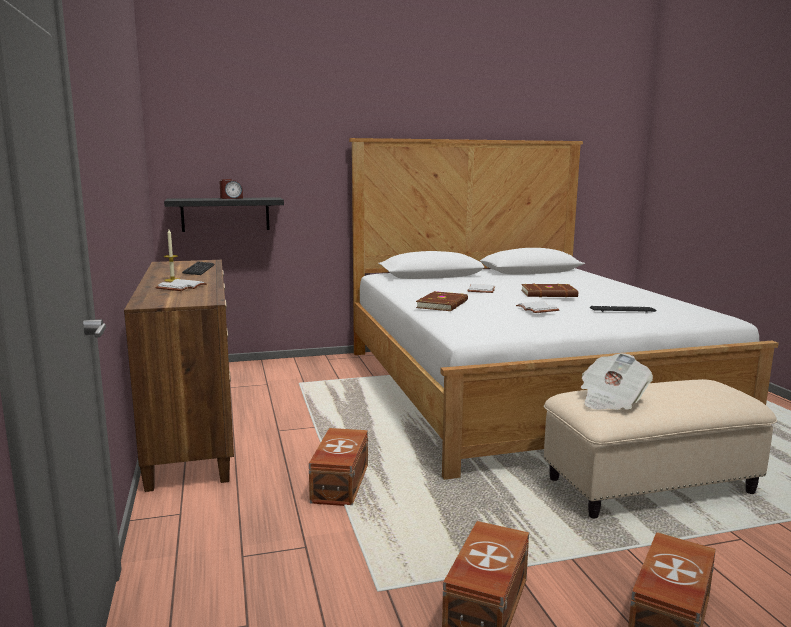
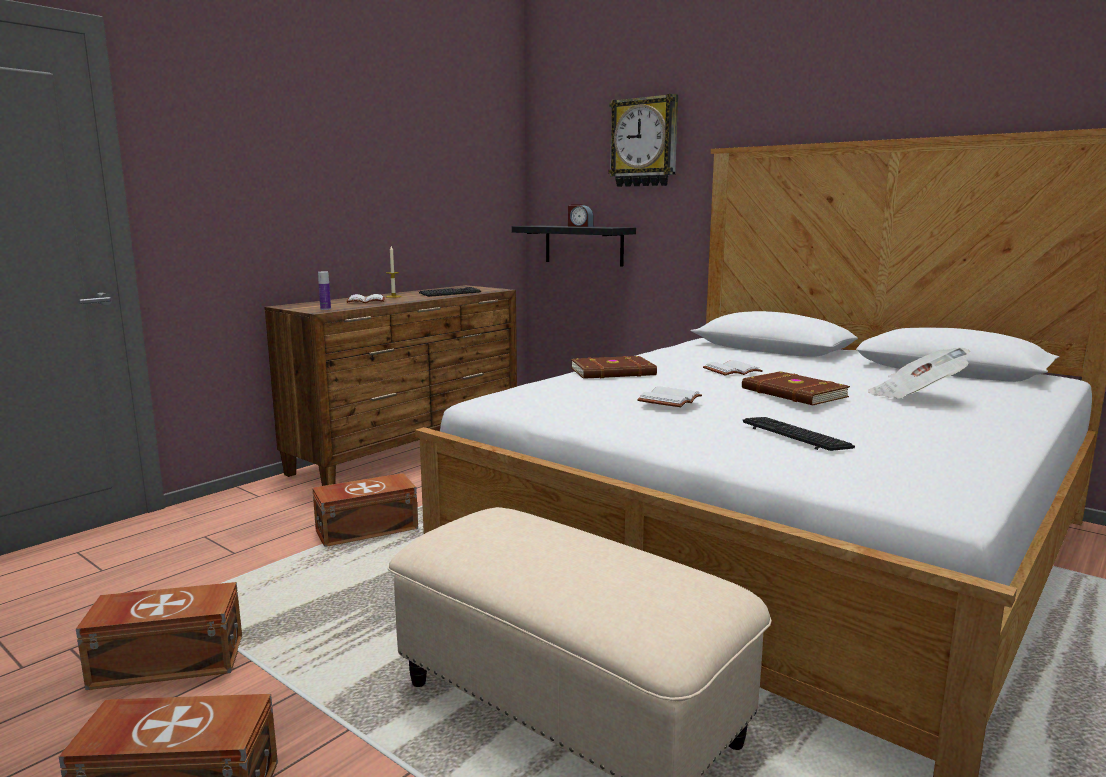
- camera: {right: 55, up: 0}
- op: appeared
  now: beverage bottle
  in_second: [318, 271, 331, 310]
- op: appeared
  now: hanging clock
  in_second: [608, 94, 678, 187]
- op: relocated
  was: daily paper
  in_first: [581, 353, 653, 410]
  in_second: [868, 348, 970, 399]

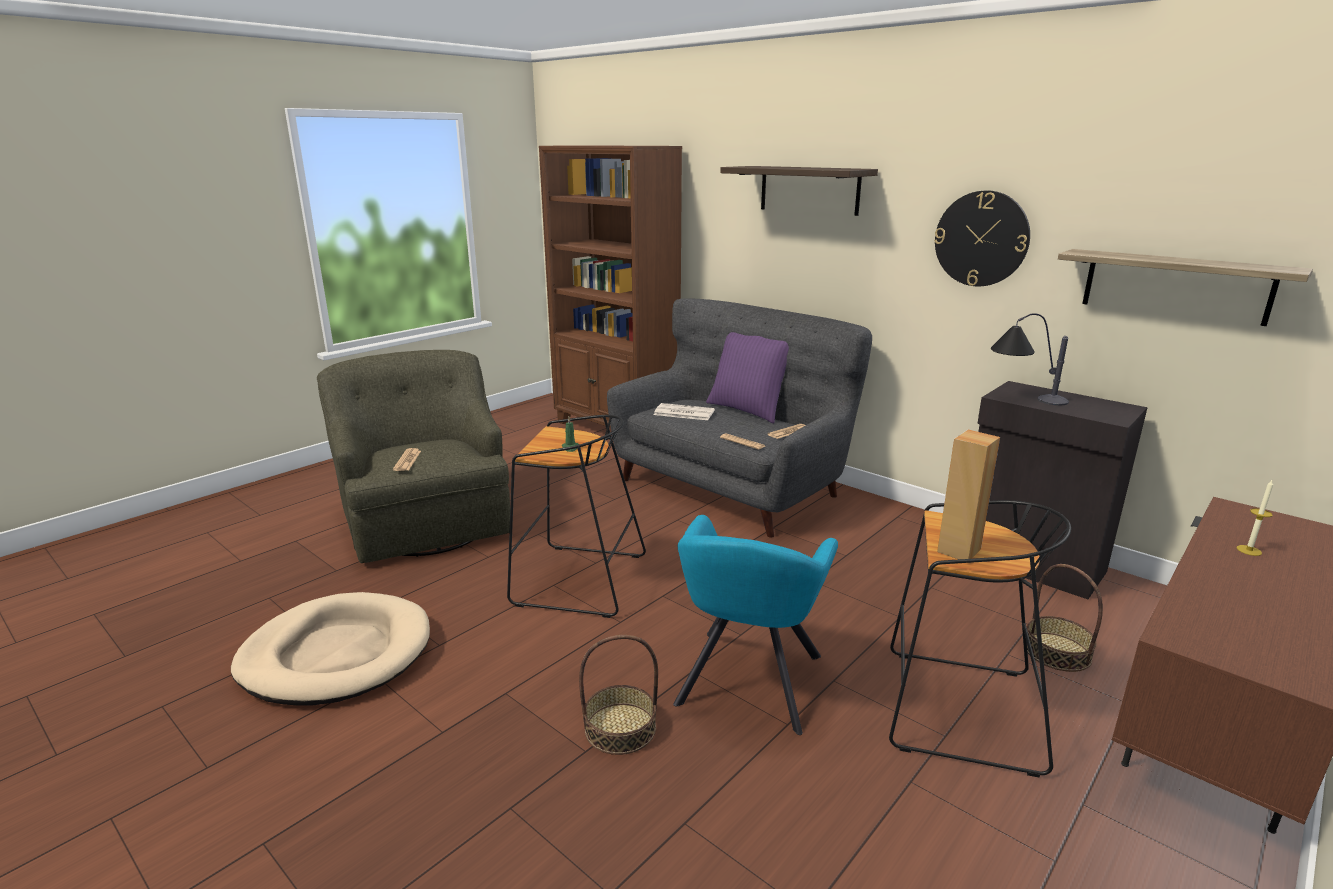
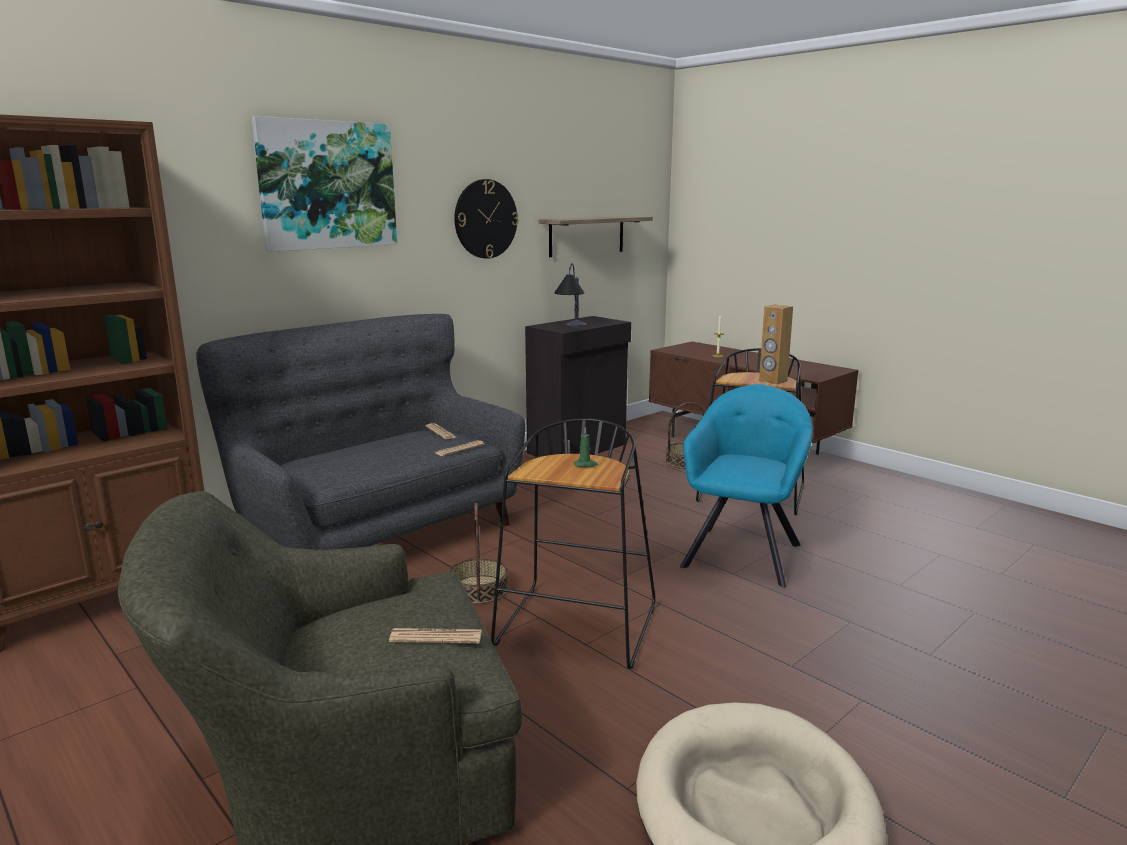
- camera: {right: -85, up: -5}
- op: exchanged
  was: bracket shelf
  now: wall art
  in_first: [720, 166, 878, 216]
  in_second: [251, 116, 397, 252]
- op: relocated
  was: household basket
  in_first: [579, 635, 658, 755]
  in_second: [449, 503, 508, 604]
- op: spun
  was: turquoise-coloured lounge chair
  in_first: [673, 515, 838, 735]
  in_second: [680, 384, 813, 588]
  clockwise: -90
- op: missing
  was: daily paper
  in_first: [654, 403, 715, 420]
- op: missing
  was: purple-coloured cushion
  in_first: [706, 332, 789, 423]

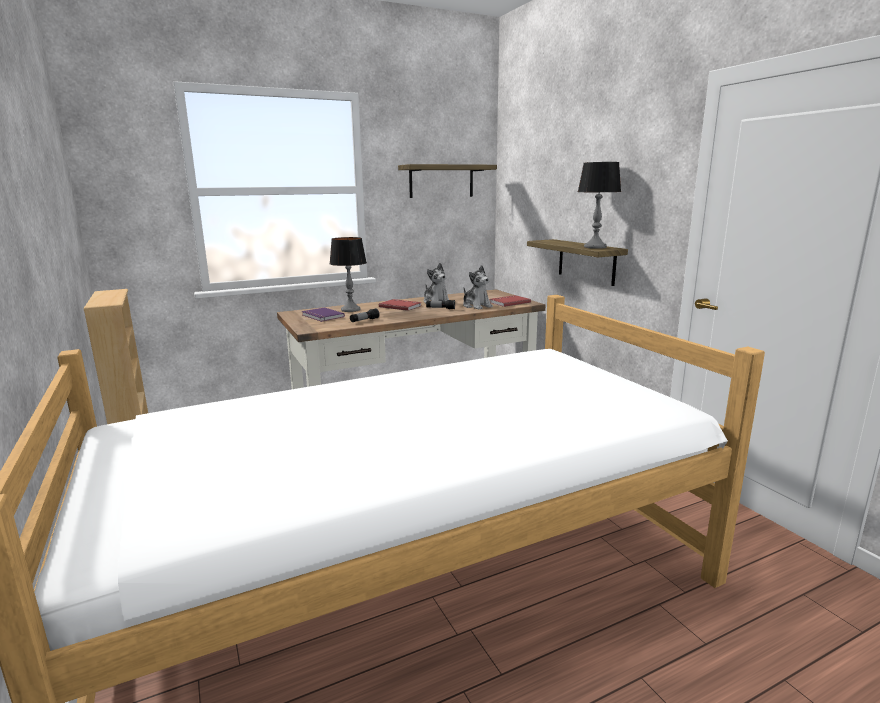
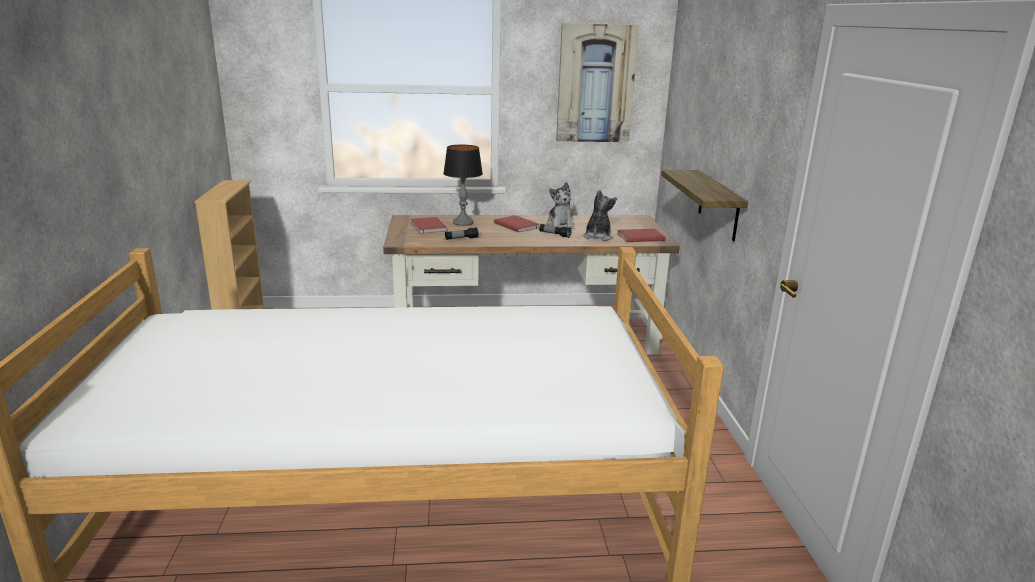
- camera: {right: 20, up: 5}
- op: colour
  was: purple-coloured bound book
  now: red bound book
  in_first: [302, 307, 345, 322]
  in_second: [411, 217, 447, 234]
- op: exchanged
  was: bracket shelf
  now: wall art
  in_first: [398, 164, 497, 198]
  in_second: [556, 23, 639, 142]
- op: spun
  was: cuddly toy
  in_first: [463, 265, 493, 309]
  in_second: [583, 189, 617, 241]
  clockwise: -150
- op: missing
  was: lamp for a table
  in_first: [578, 162, 621, 249]

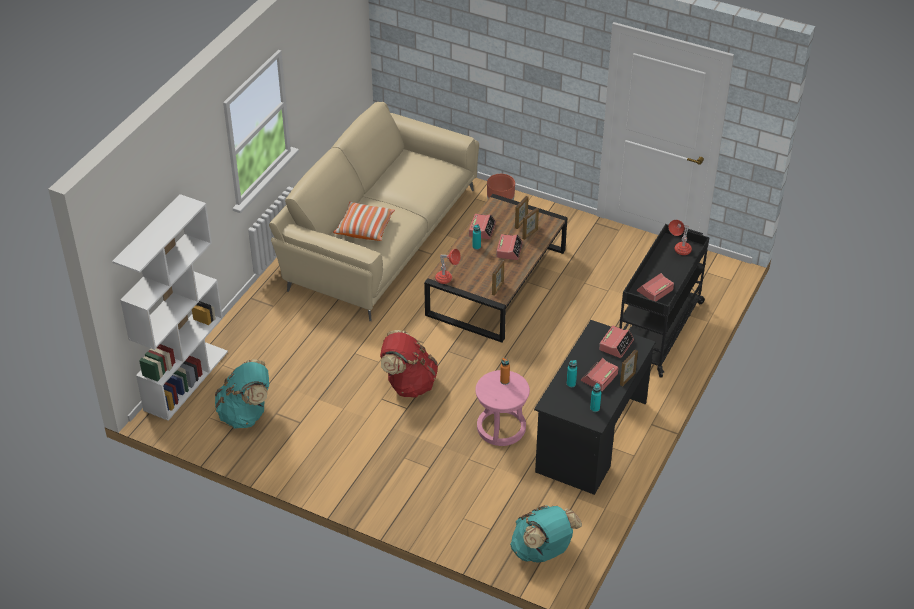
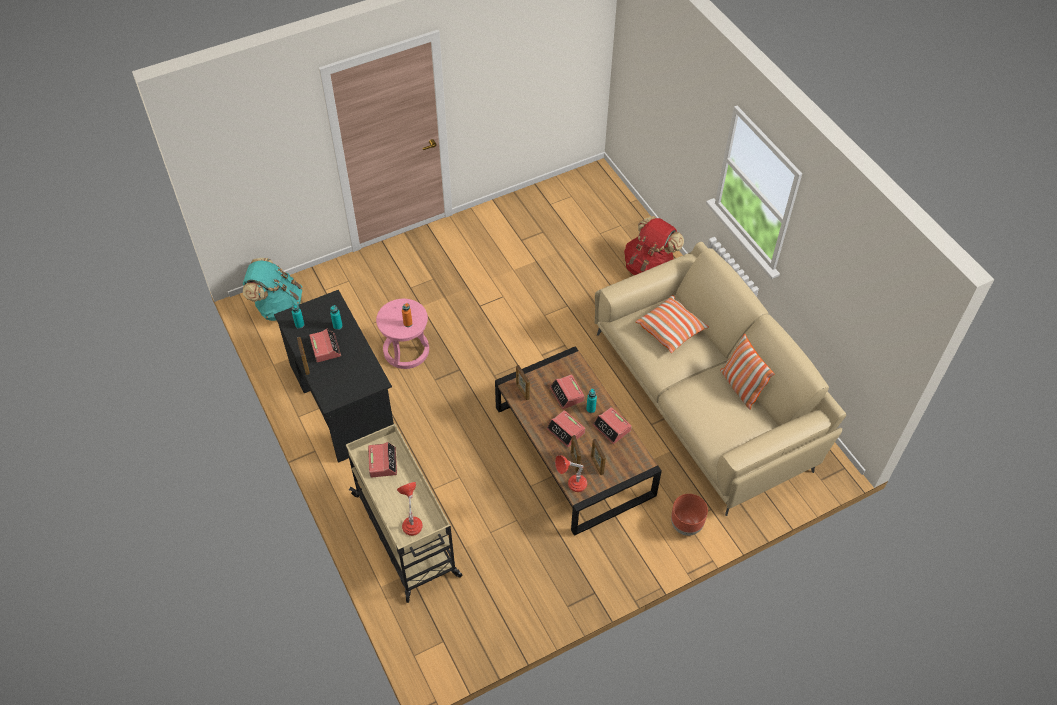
- camera: {right: 125, up: 10}
- op: colour
  was: black-coloured wheeled cart
  now: beige wheeled cart
  in_first: [619, 224, 709, 378]
  in_second: [346, 424, 462, 603]
- op: relocated
  was: bedside clock
  in_first: [599, 326, 634, 358]
  in_second: [550, 375, 585, 409]
- op: relocated
  was: red lamp for a table
  in_first: [435, 249, 461, 284]
  in_second: [555, 455, 587, 492]
- op: relocated
  was: red knapsack
  in_first: [380, 330, 438, 398]
  in_second: [624, 216, 684, 275]
- op: appeared
  now: cushion
  in_second: [720, 334, 774, 410]
- op: missing
  was: whitish bookshelf
  in_first: [112, 194, 228, 421]
- op: missing
  was: turquoise-coloured knapsack
  in_first: [215, 359, 269, 429]

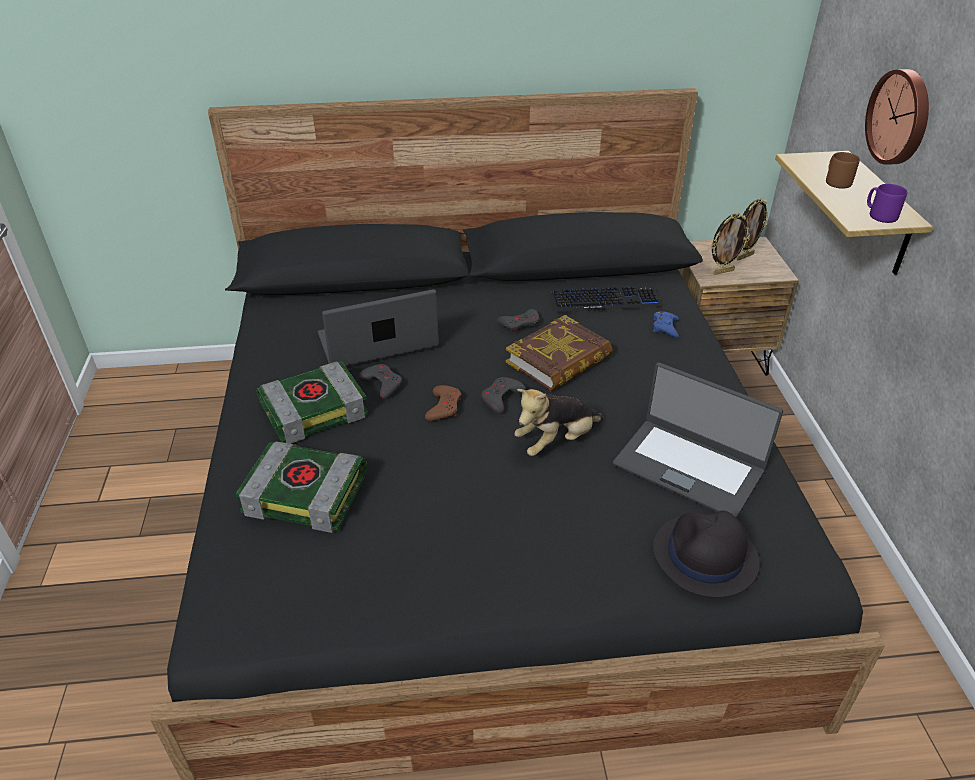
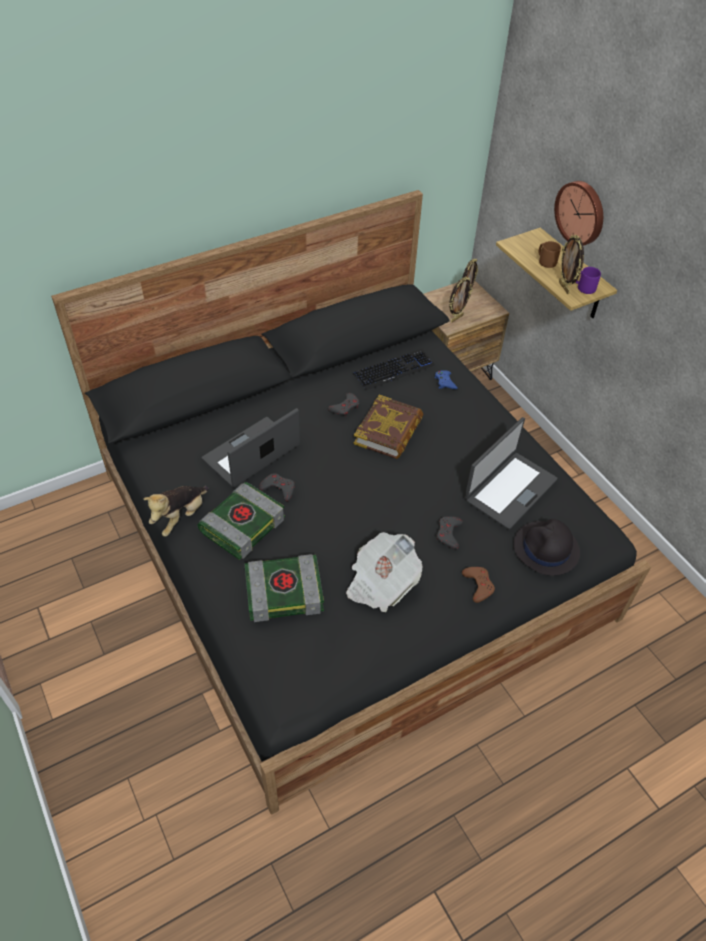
- camera: {right: -25, up: 10}
- op: relocated
  was: cuddly toy
  in_first: [515, 389, 604, 456]
  in_second: [143, 486, 209, 537]
- op: appeared
  now: daily paper
  in_second: [346, 532, 422, 612]
- op: relocated
  was: grey gamepad
  in_first: [481, 377, 526, 414]
  in_second: [437, 516, 463, 549]
- op: relocated
  was: brownish gamepad
  in_first: [425, 385, 461, 421]
  in_second: [462, 567, 495, 603]
- op: spun
  was: laptop
  in_first: [613, 362, 783, 518]
  in_second: [465, 417, 558, 530]
  clockwise: -60
- op: appeared
  now: picture frame
  in_second: [559, 235, 584, 294]

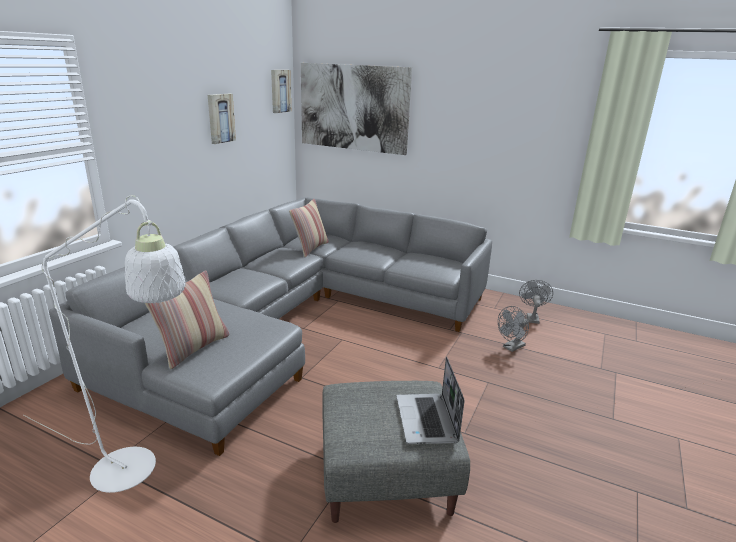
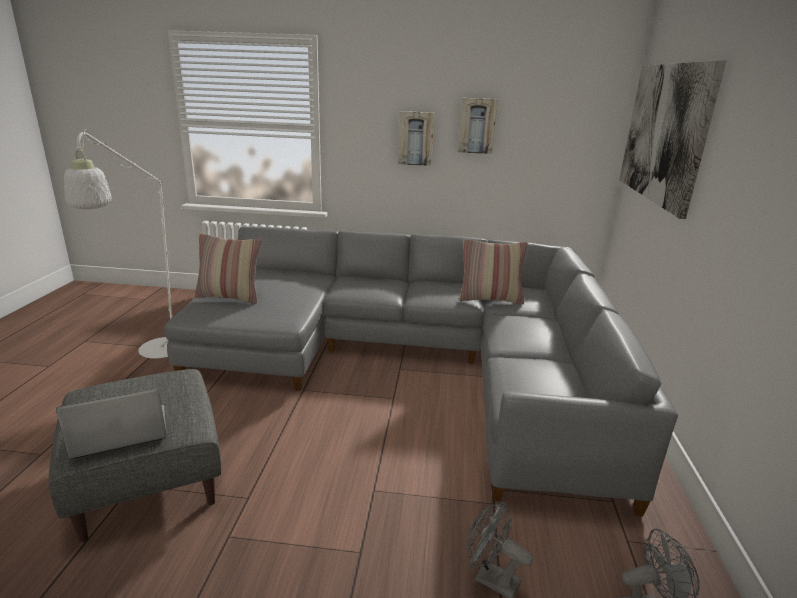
- camera: {right: 70, up: 0}
- op: relocated
  was: wall art
  in_first: [271, 70, 291, 113]
  in_second: [398, 111, 434, 166]

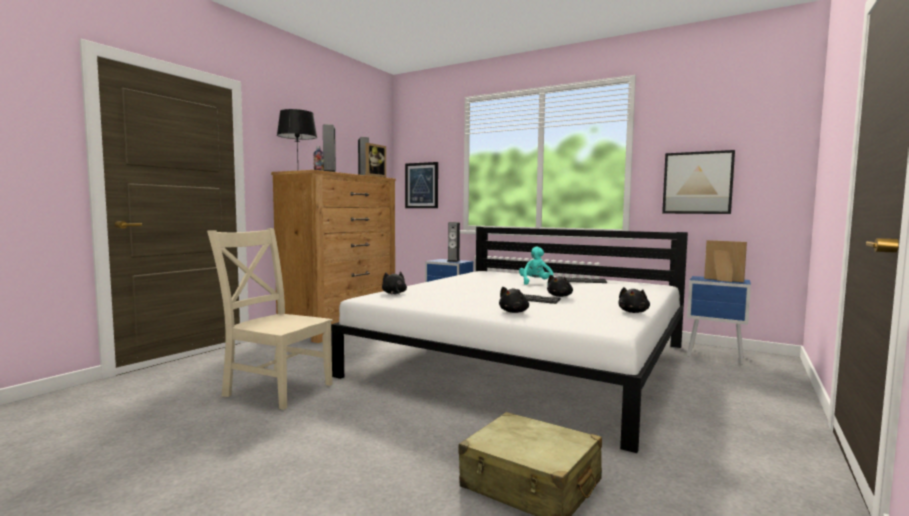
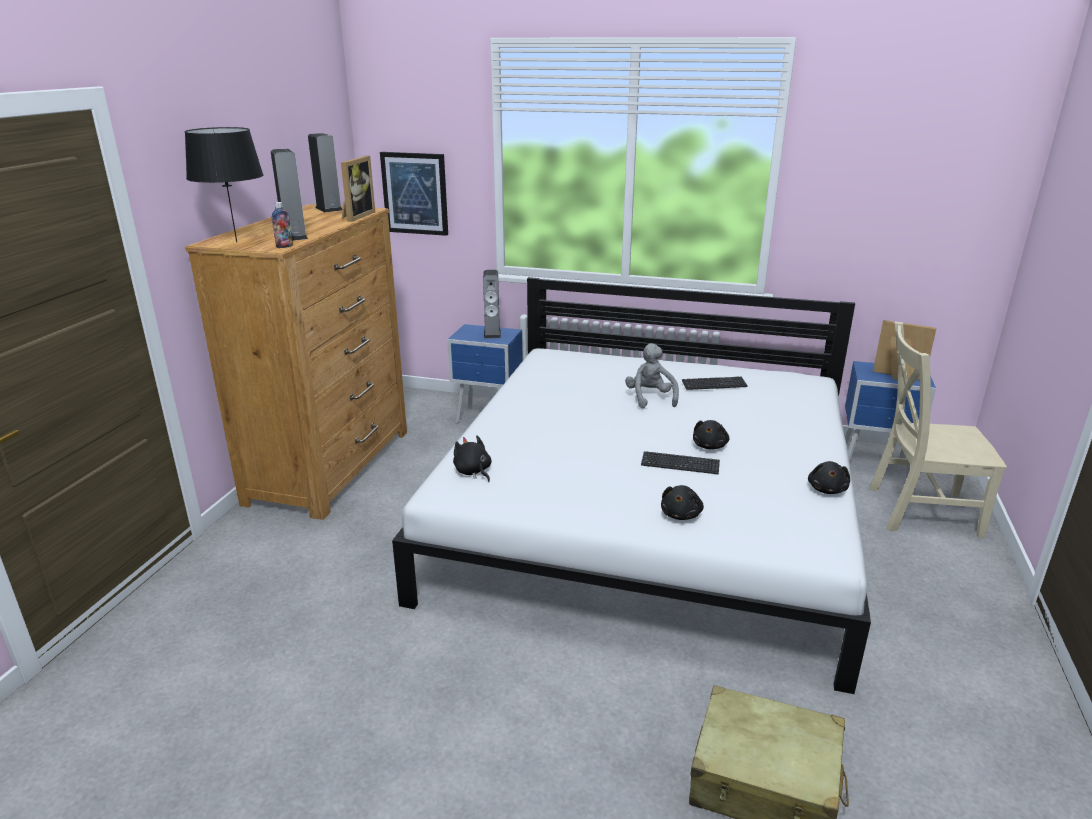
- camera: {right: -15, up: 20}
- op: colour
  was: turquoise-coloured cuddly toy
  now: grey cuddly toy
  in_first: [519, 246, 553, 285]
  in_second: [625, 343, 679, 408]
- op: relocated
  was: beige chair
  in_first: [207, 228, 333, 410]
  in_second: [869, 322, 1007, 538]
- op: missing
  was: wall art
  in_first: [662, 150, 735, 214]

